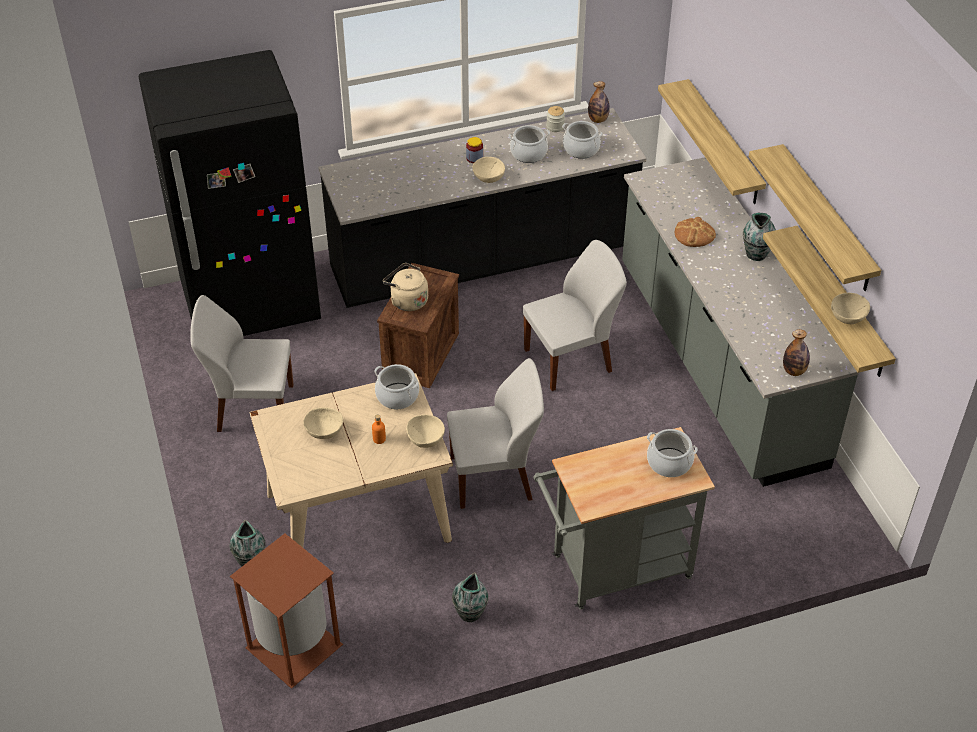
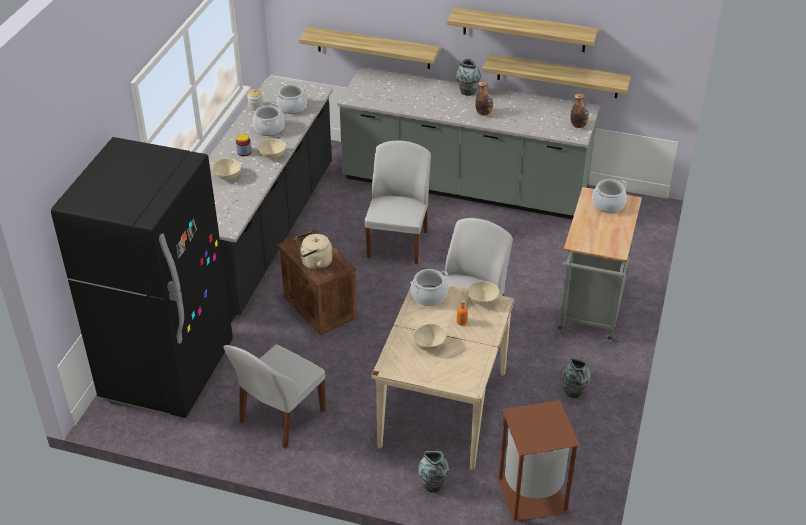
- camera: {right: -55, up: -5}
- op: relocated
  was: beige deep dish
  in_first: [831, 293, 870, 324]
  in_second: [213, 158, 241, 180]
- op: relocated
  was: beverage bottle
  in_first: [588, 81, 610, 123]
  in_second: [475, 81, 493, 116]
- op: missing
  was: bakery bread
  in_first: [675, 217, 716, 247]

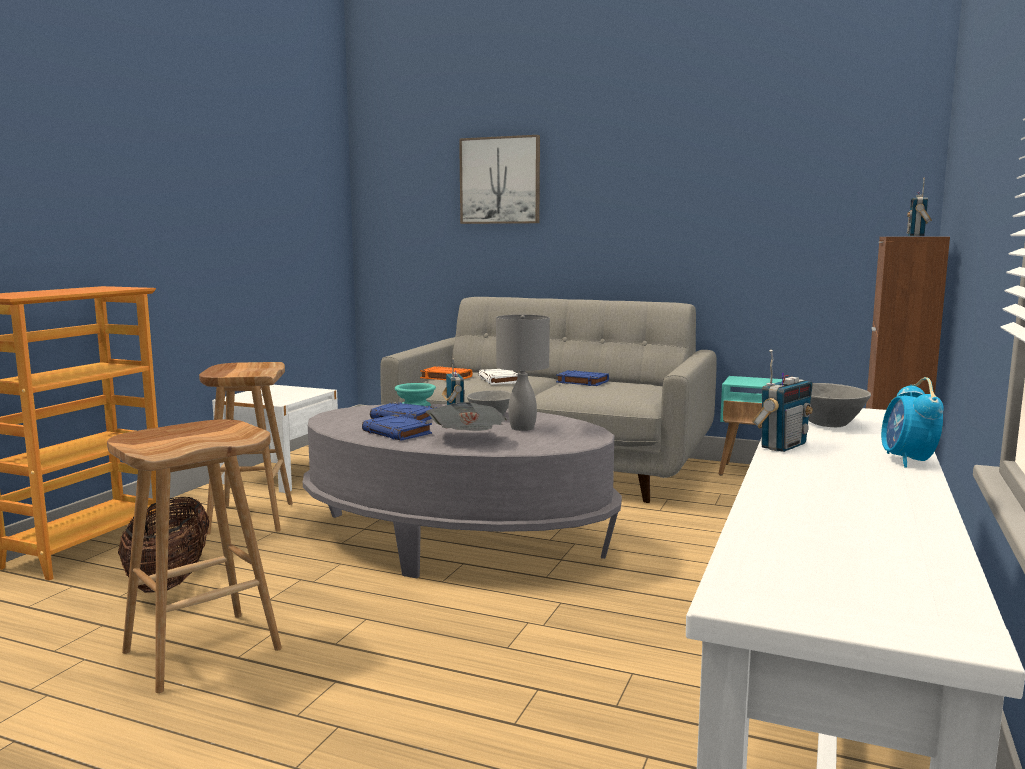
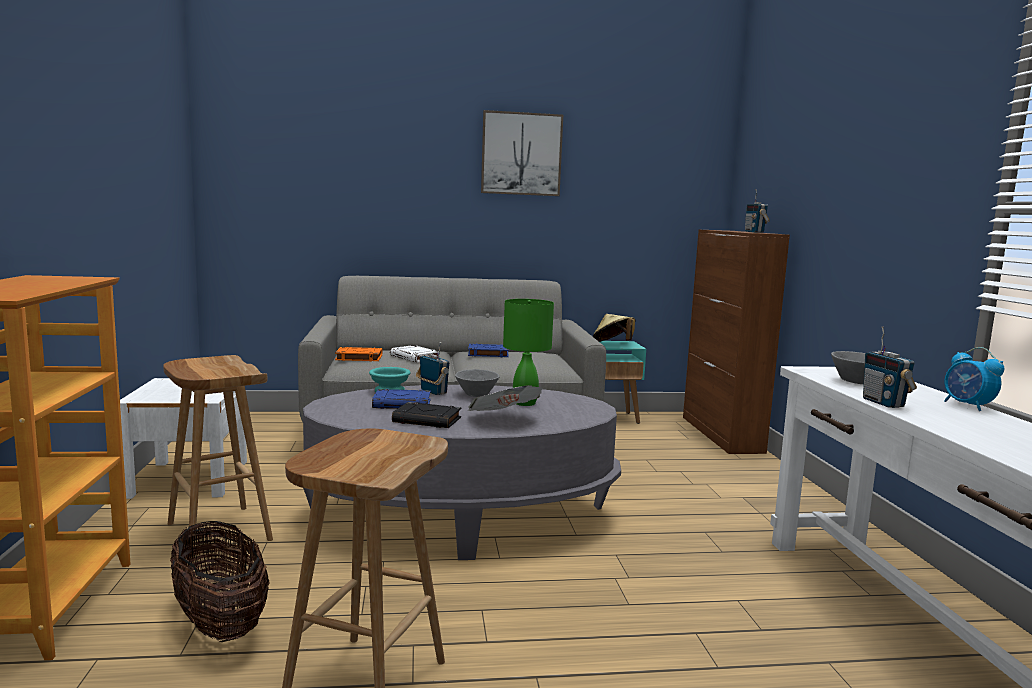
- camera: {right: -30, up: 0}
- op: colour
  was: blue bound book
  now: black-coloured bound book
  in_first: [362, 415, 432, 441]
  in_second: [392, 402, 462, 428]
- op: relocated
  was: wall art
  in_first: [459, 135, 540, 224]
  in_second: [481, 110, 563, 196]
- op: colour
  was: grey lamp for a table
  now: greenish lamp for a table
  in_first: [496, 315, 550, 431]
  in_second: [503, 299, 554, 406]
- op: appeared
  now: beige hat
  in_second: [592, 314, 636, 342]
- op: spun
  was: radio
  in_first: [752, 350, 813, 452]
  in_second: [863, 326, 917, 408]
  clockwise: 150

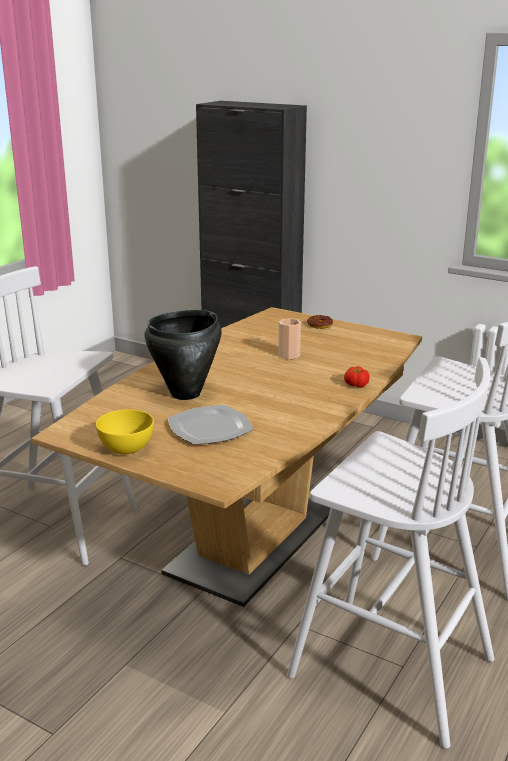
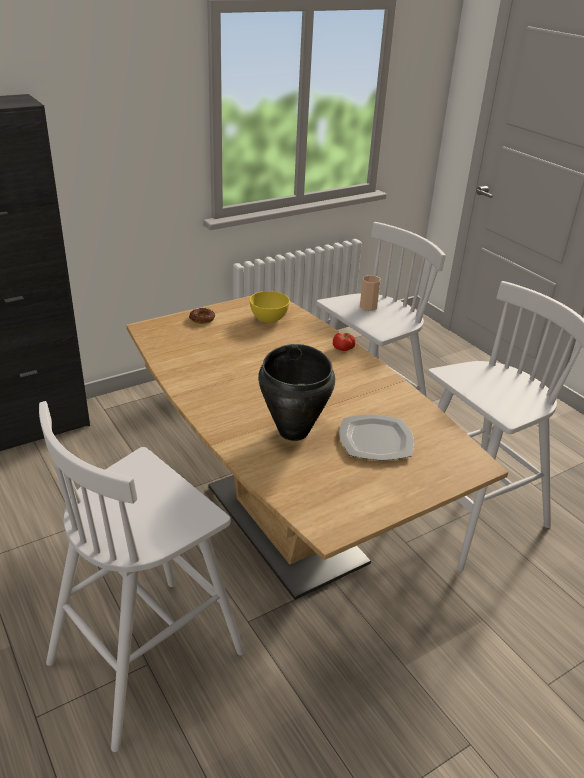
- camera: {right: -65, up: 10}
- op: relocated
  was: yellow-coloured deep dish
  in_first: [96, 409, 154, 454]
  in_second: [249, 291, 290, 323]
- op: relocated
  was: drinking cup
  in_first: [278, 318, 301, 360]
  in_second: [360, 275, 381, 311]

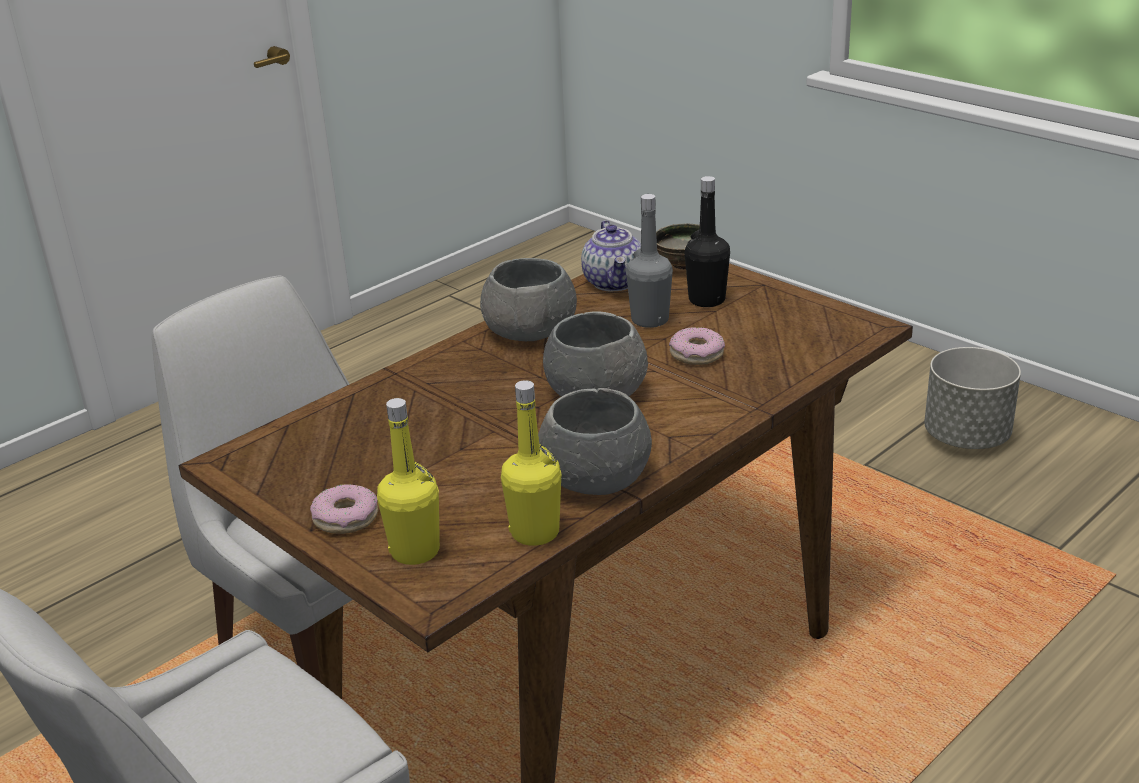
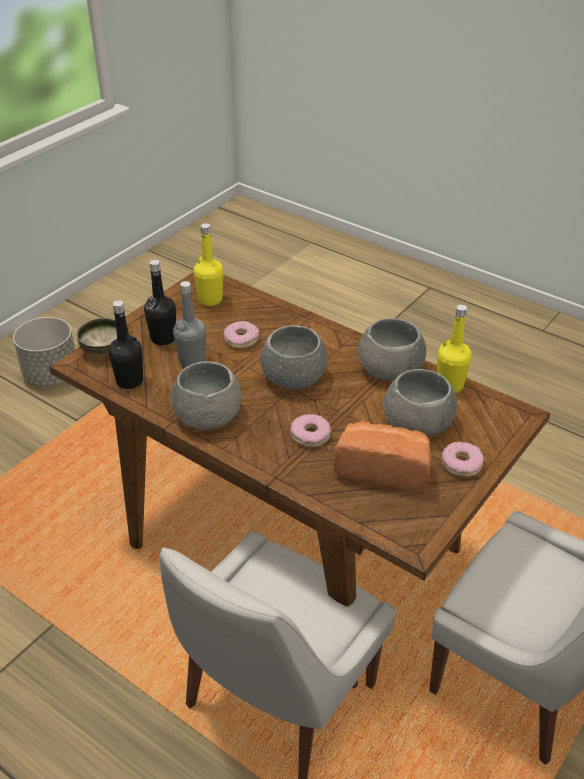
- camera: {right: -100, up: 10}
- op: exchanged
  was: tea pot
  now: black-coloured beverage bottle
  in_first: [581, 220, 641, 291]
  in_second: [108, 300, 143, 389]
- op: relocated
  was: yellow-coloured beverage bottle
  in_first: [377, 398, 440, 565]
  in_second: [193, 223, 223, 306]
- op: appeared
  now: ring doughnut
  in_second: [290, 414, 331, 447]
- op: appeared
  now: bakery bread
  in_second: [334, 421, 431, 492]
- op: appeared
  now: grey deep dish
  in_second: [383, 369, 457, 437]

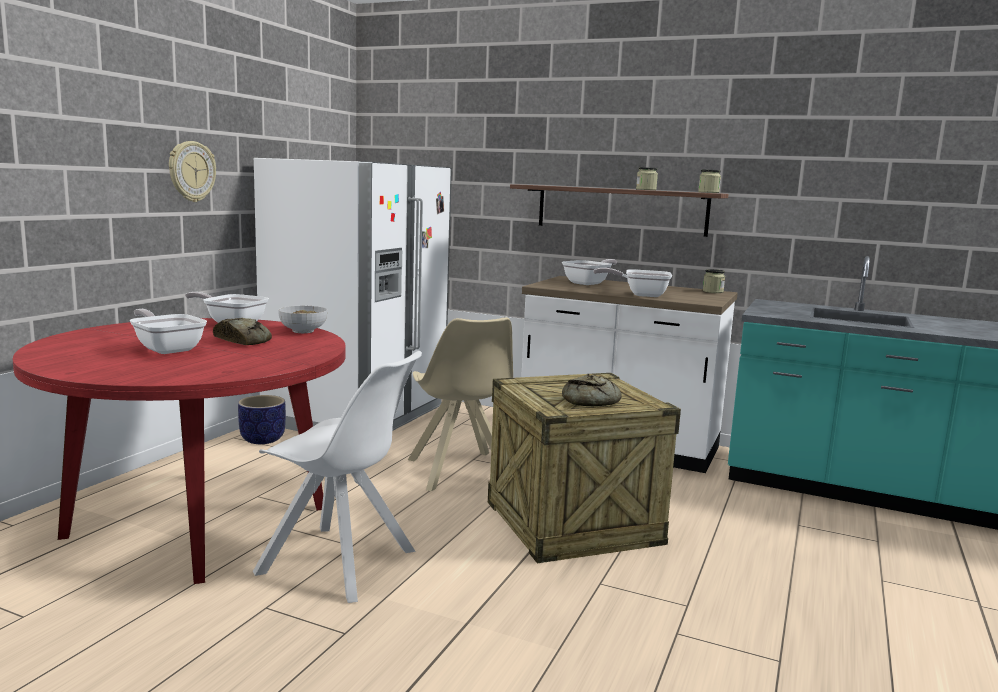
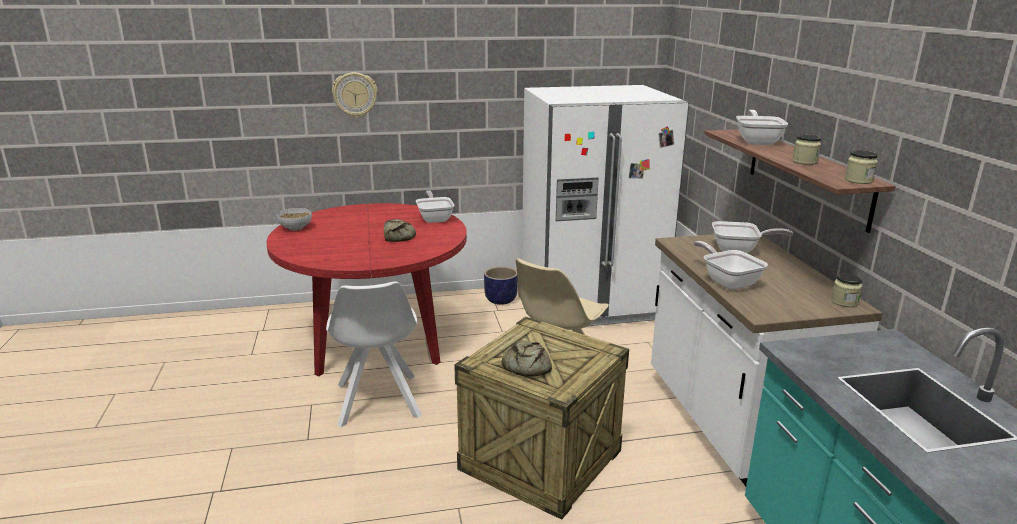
- camera: {right: 55, up: 10}
- op: relocated
  was: deep dish
  in_first: [278, 306, 327, 333]
  in_second: [277, 208, 312, 231]
- op: relocated
  was: hanging clock
  in_first: [169, 141, 216, 202]
  in_second: [332, 72, 378, 118]
- op: relocated
  was: skillet
  in_first: [130, 309, 207, 354]
  in_second: [736, 110, 788, 145]

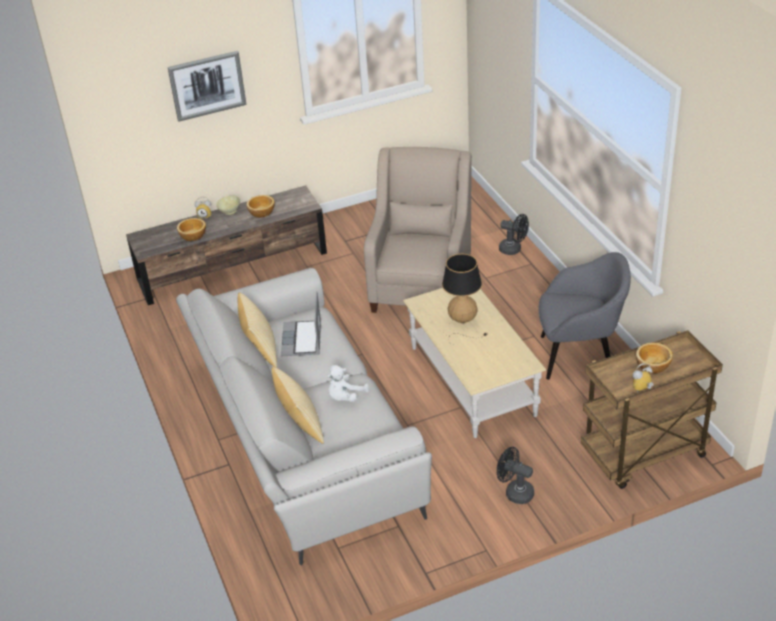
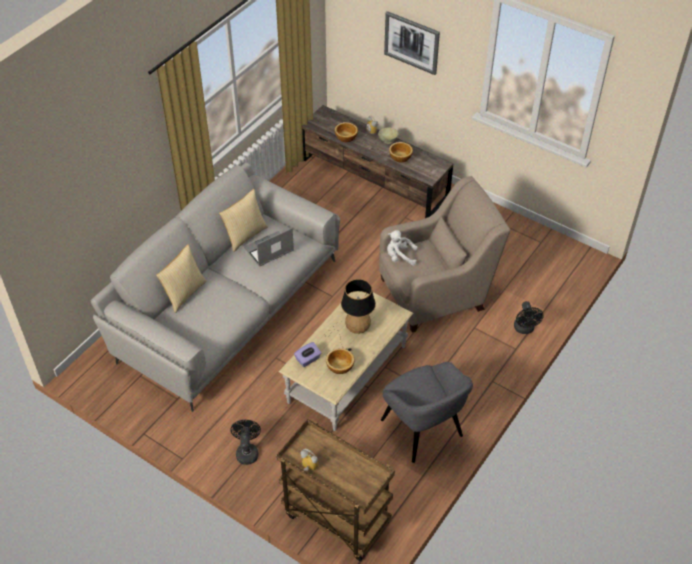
- camera: {right: 55, up: 10}
- op: appeared
  now: purple-coloured box of tissues
  in_second: [294, 342, 321, 367]
- op: relocated
  was: deep dish
  in_first: [636, 343, 673, 374]
  in_second: [326, 348, 354, 374]
- op: relocated
  was: whitish cuddly toy
  in_first: [327, 365, 369, 402]
  in_second: [387, 230, 418, 266]

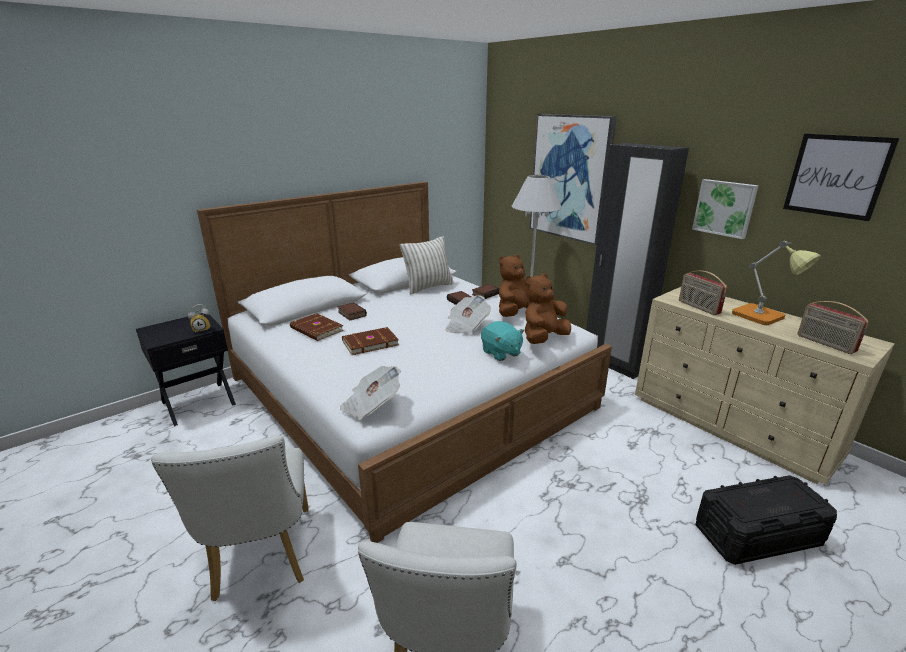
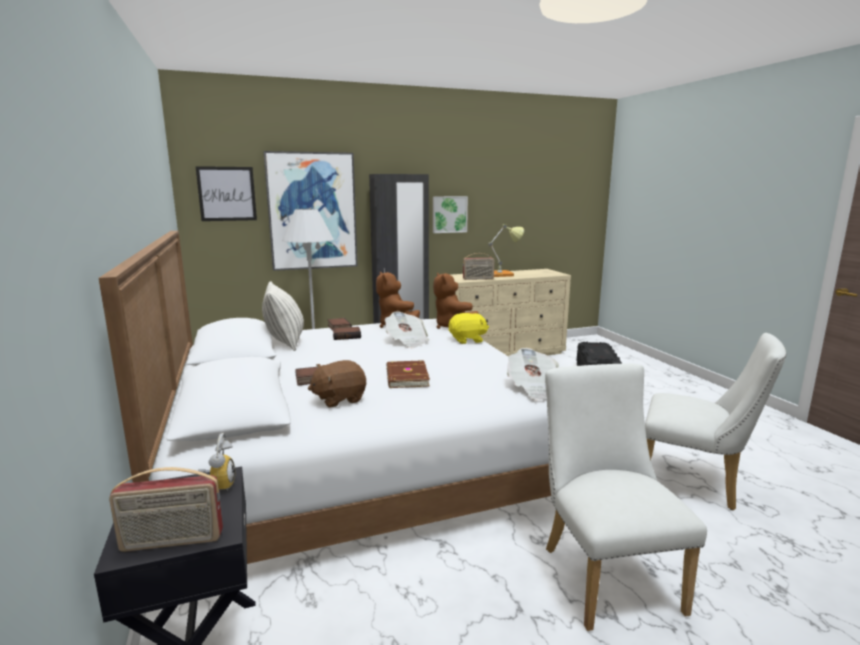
- camera: {right: -70, up: -10}
- op: relocated
  was: radio
  in_first: [797, 301, 869, 354]
  in_second: [109, 467, 223, 552]
- op: relocated
  was: wall art
  in_first: [783, 134, 900, 221]
  in_second: [195, 166, 257, 221]
- op: exchanged
  was: brownish bound book
  now: brownish cuddly toy
  in_first: [290, 313, 344, 341]
  in_second: [308, 360, 366, 408]
- op: colour
  was: turquoise-coloured cuddly toy
  now: yellow-coloured cuddly toy
  in_first: [481, 321, 525, 361]
  in_second: [449, 313, 489, 344]
- op: spun
  was: whitish chair
  in_first: [151, 435, 309, 601]
  in_second: [545, 363, 707, 631]
  clockwise: -105

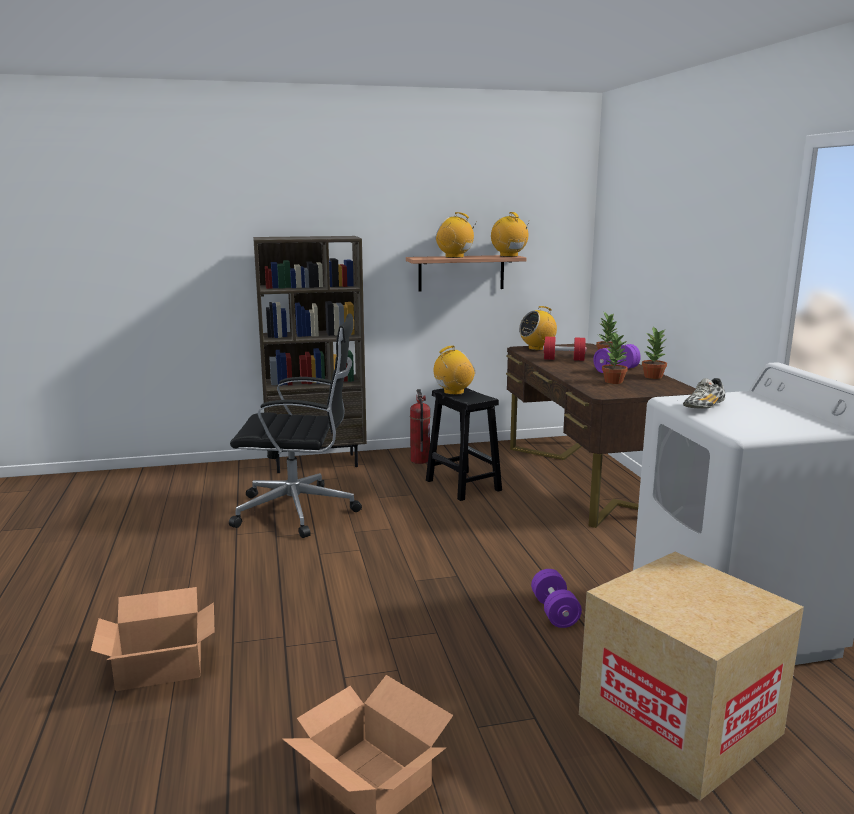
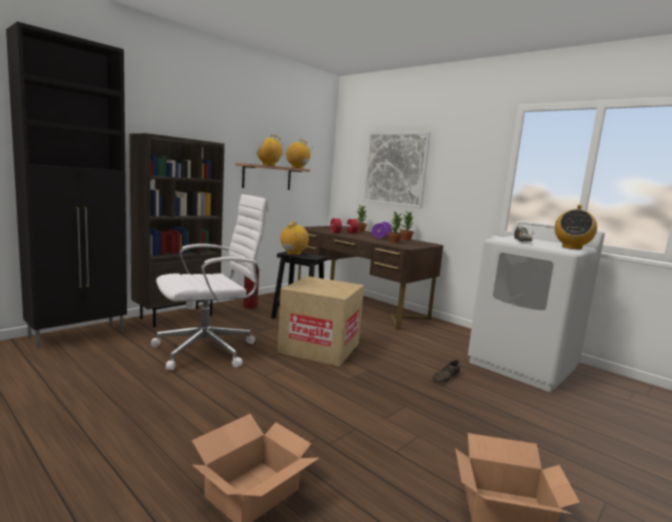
- camera: {right: -35, up: -5}
- op: appeared
  now: black-coloured cupboard
  in_second: [6, 22, 127, 348]
- op: colour
  was: black-coloured computer chair
  now: whitish computer chair
  in_first: [229, 313, 362, 538]
  in_second: [150, 194, 269, 371]
- op: relocated
  was: packing box
  in_first: [579, 552, 804, 800]
  in_second: [277, 276, 364, 366]
- op: appeared
  now: wall art
  in_second: [363, 132, 431, 208]
- op: exchanged
  was: purple-coloured free weight
  now: brownish shoe
  in_first: [531, 569, 582, 628]
  in_second: [432, 360, 460, 384]
- op: relocated
  was: radio
  in_first: [519, 306, 557, 350]
  in_second: [555, 205, 597, 250]

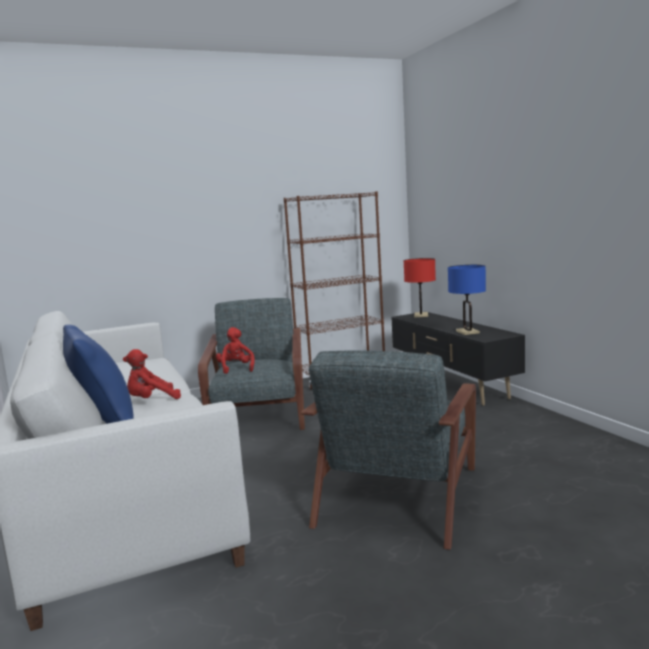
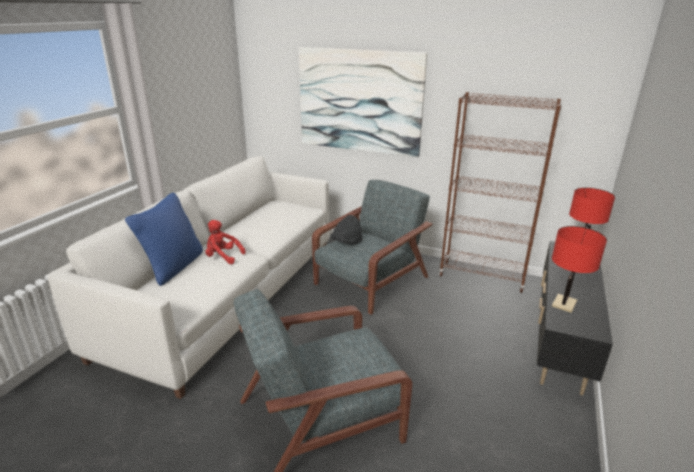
- camera: {right: 45, up: 15}
- op: appeared
  now: wall art
  in_second: [299, 47, 427, 157]
- op: exchanged
  was: red cuddly toy
  now: black-coloured hat
  in_first: [216, 327, 255, 374]
  in_second: [330, 215, 363, 244]
- op: colour
  was: blue lamp for a table
  now: red lamp for a table
  in_first: [448, 265, 486, 335]
  in_second: [552, 226, 607, 313]

